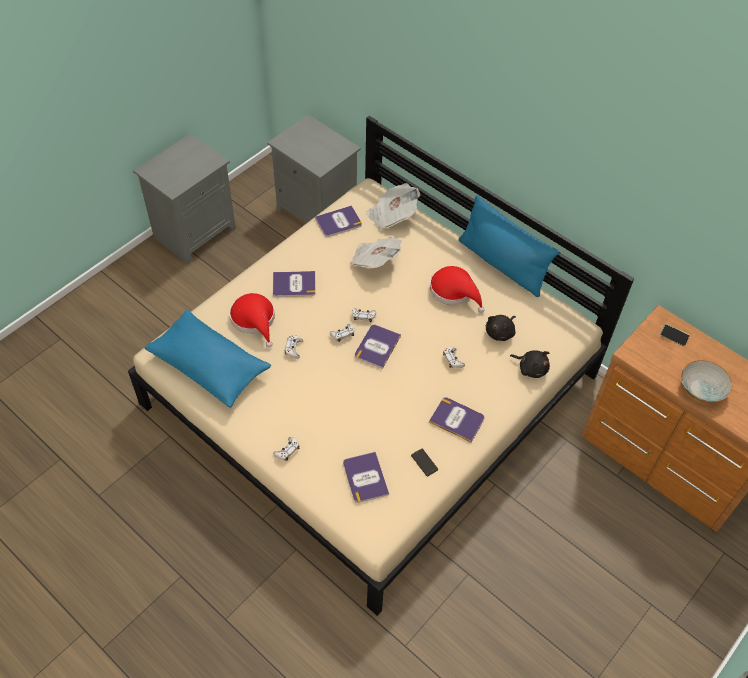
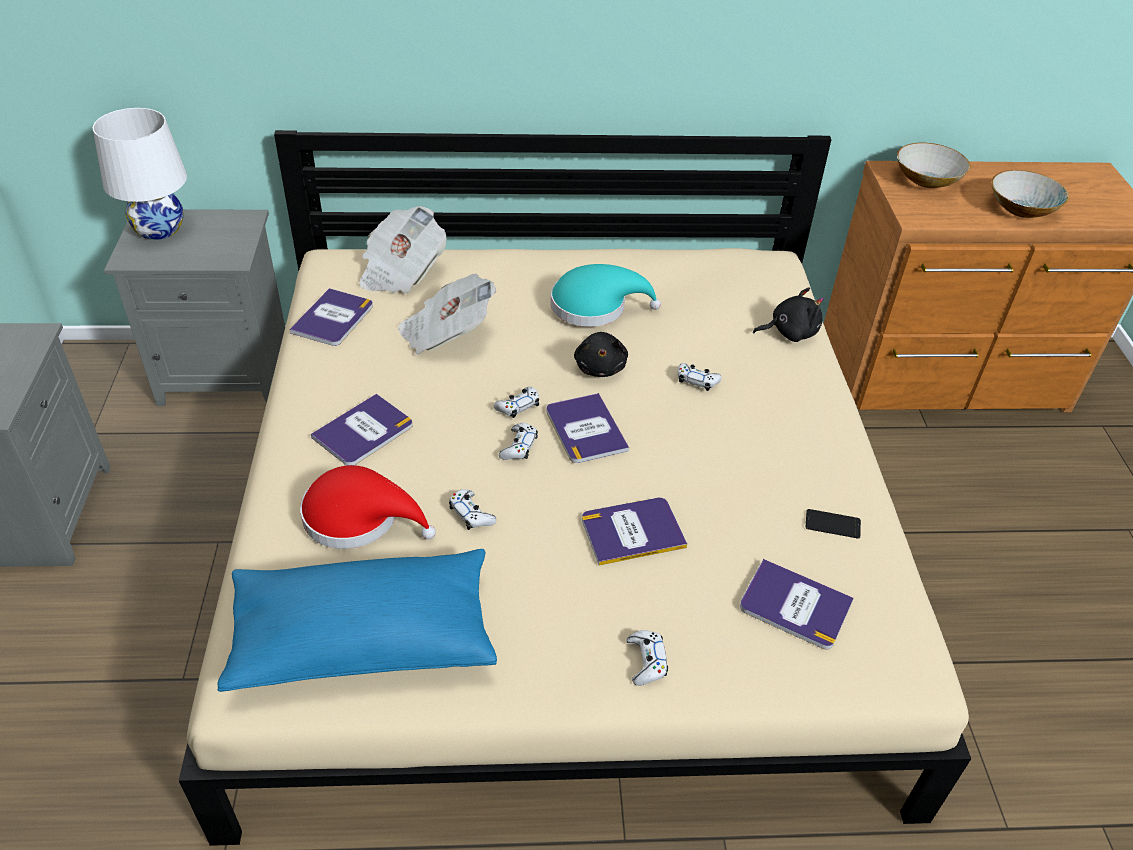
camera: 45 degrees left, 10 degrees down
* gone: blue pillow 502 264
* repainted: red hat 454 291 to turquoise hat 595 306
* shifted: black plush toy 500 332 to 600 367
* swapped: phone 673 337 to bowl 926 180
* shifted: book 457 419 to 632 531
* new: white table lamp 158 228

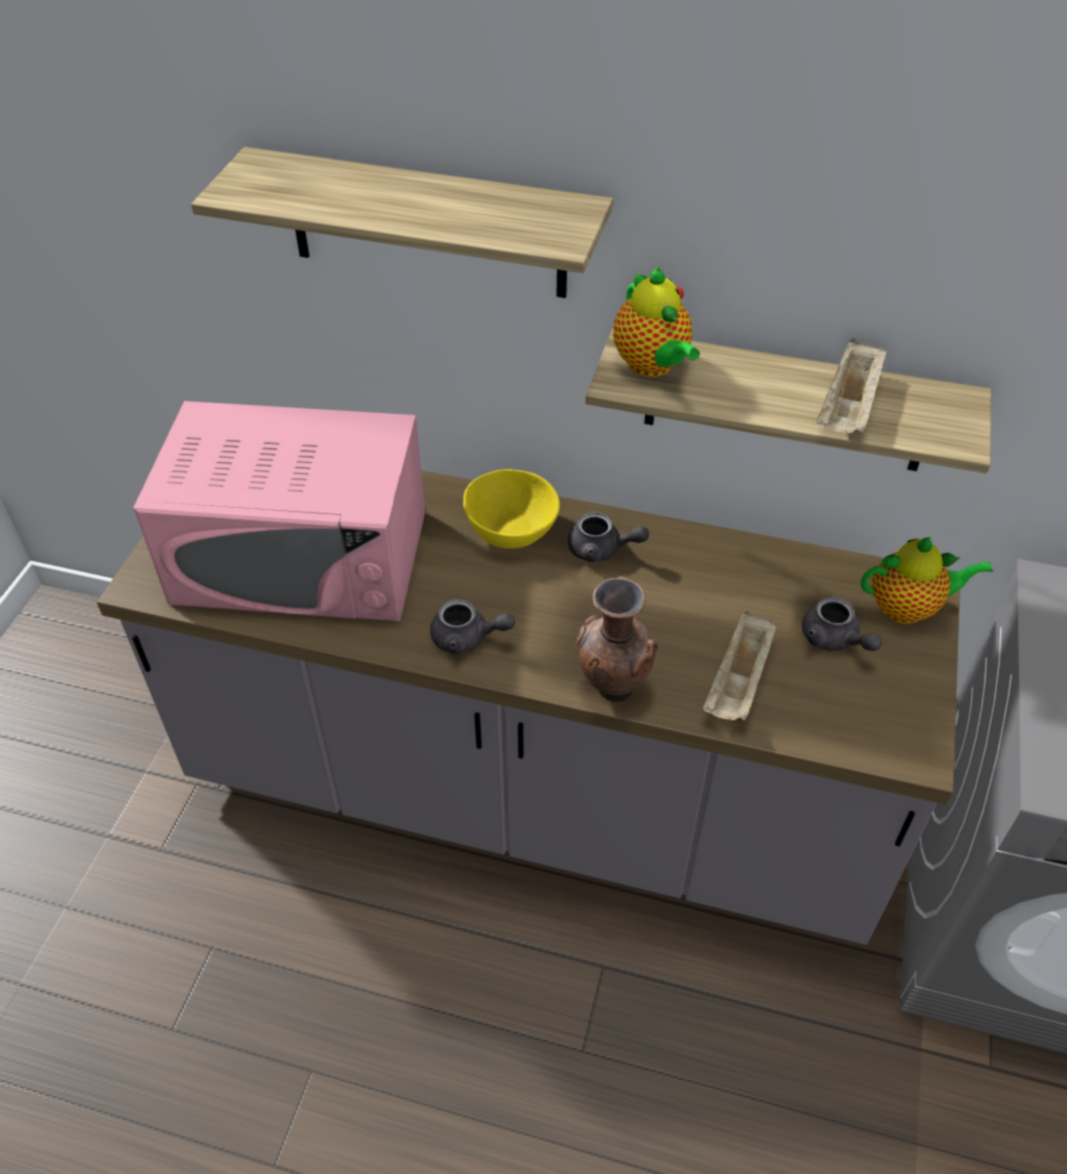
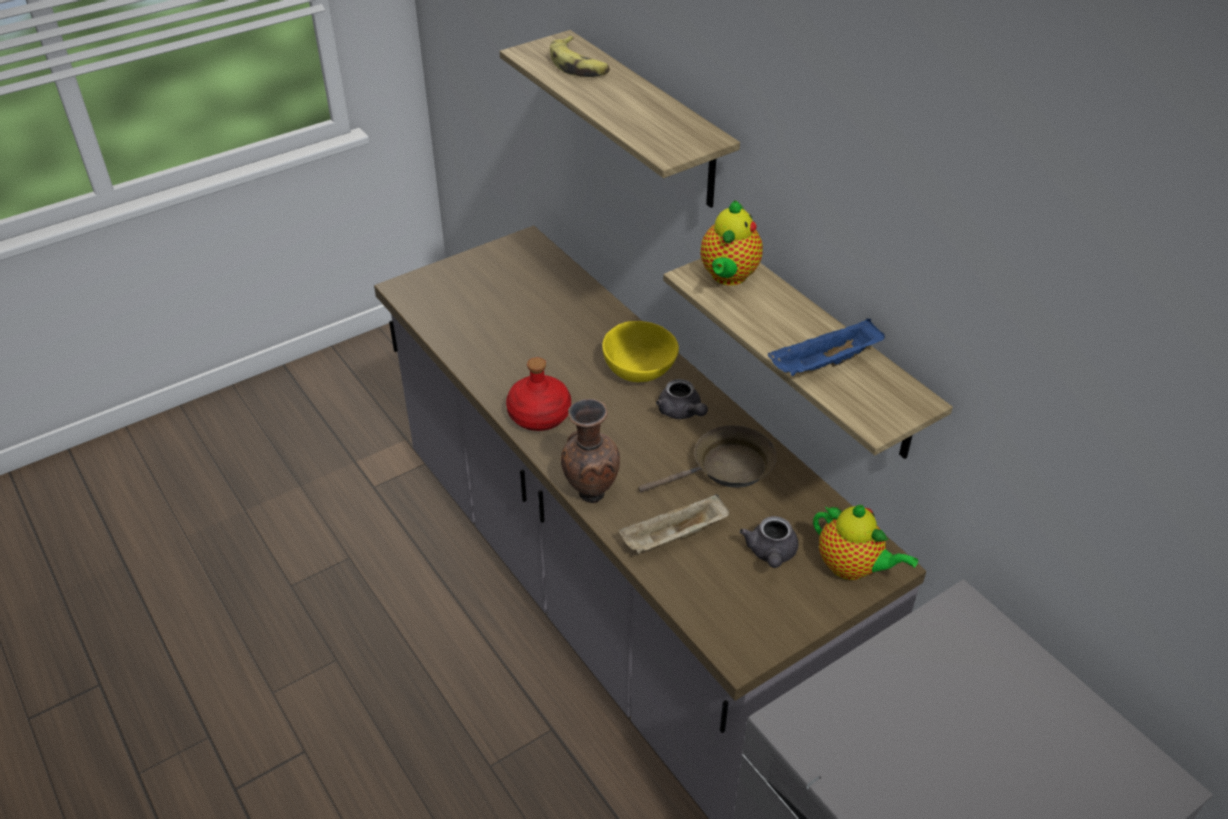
camera: 40 degrees right, 5 degrees down
* repainted: beige tray 848 408 to blue tray 824 365
* gone: pink microwave 302 556
* swapped: grey teapot 467 639 to red bottle 540 415
* new: banana 579 65
* new: brown frying pan 726 468

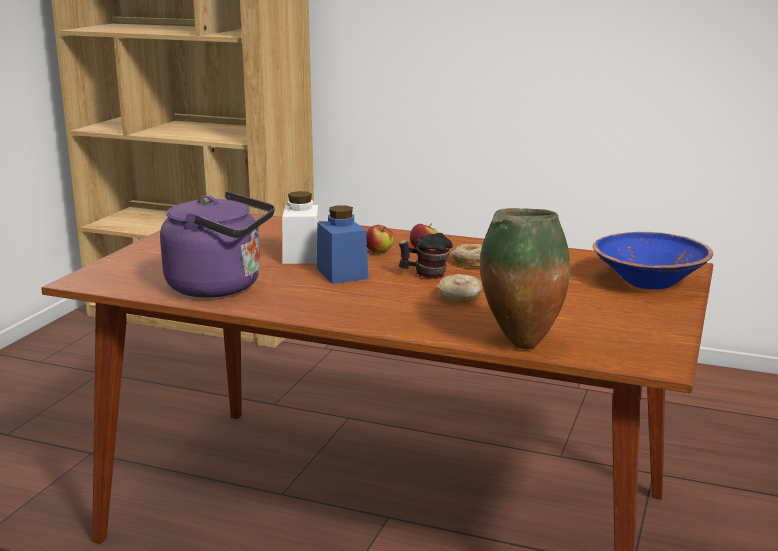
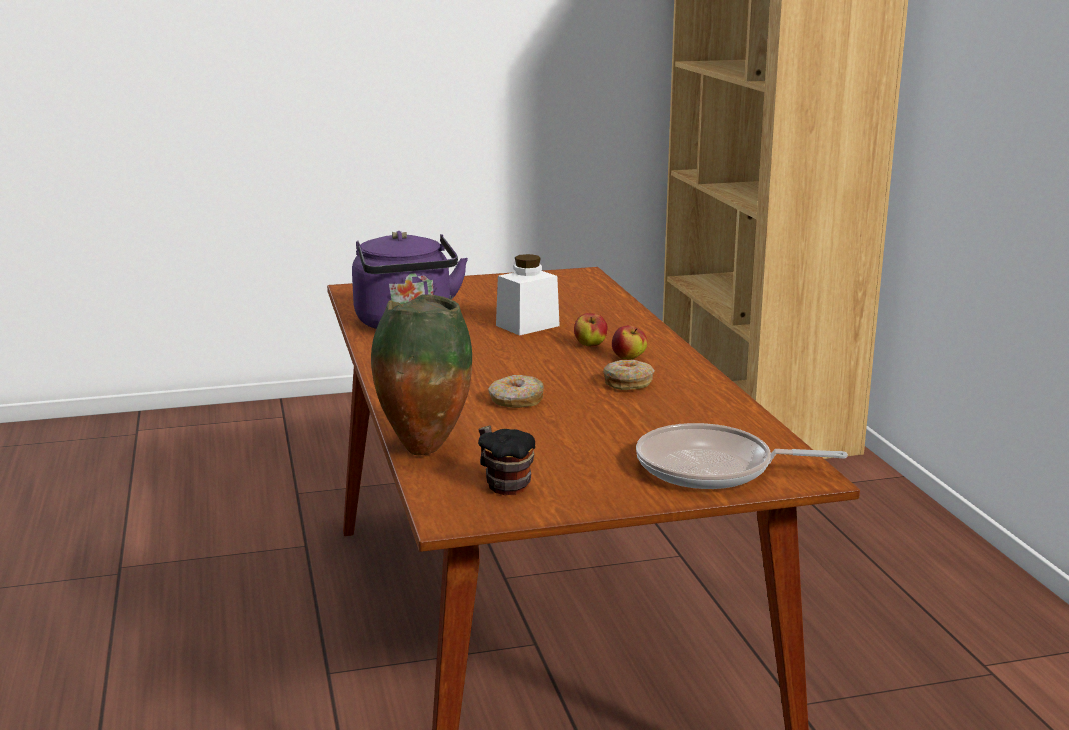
camera: 55 degrees right, 0 degrees up
* gone: blue jar 342 273
* swapped: blue bowl 649 282 to frying pan 712 468
* shifted: mug 425 275 to 504 484

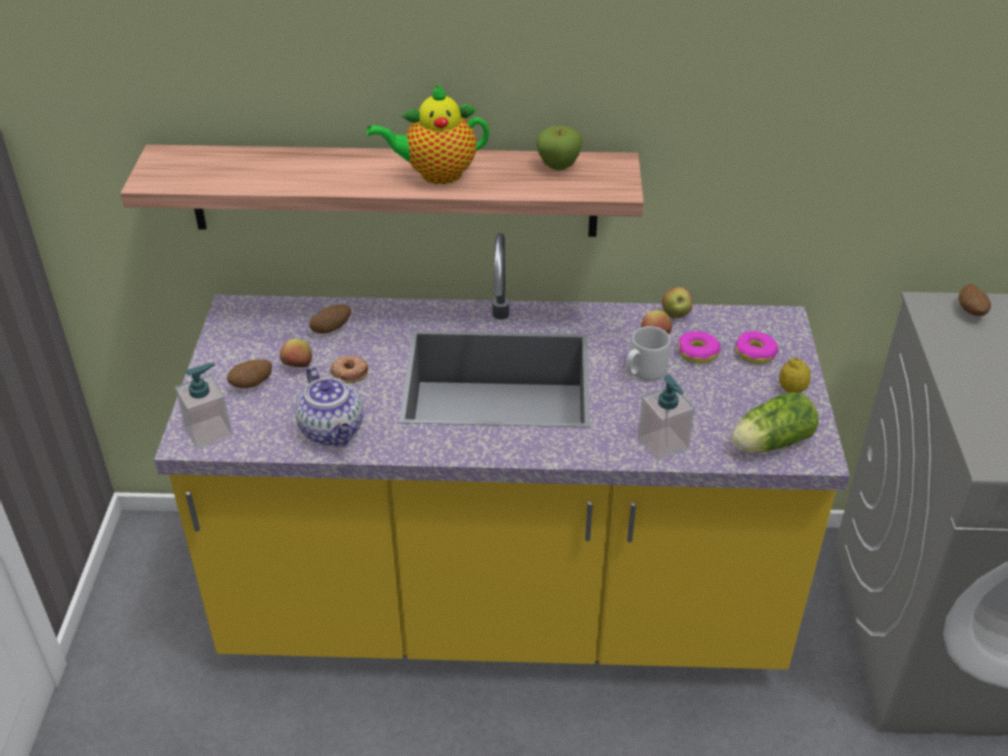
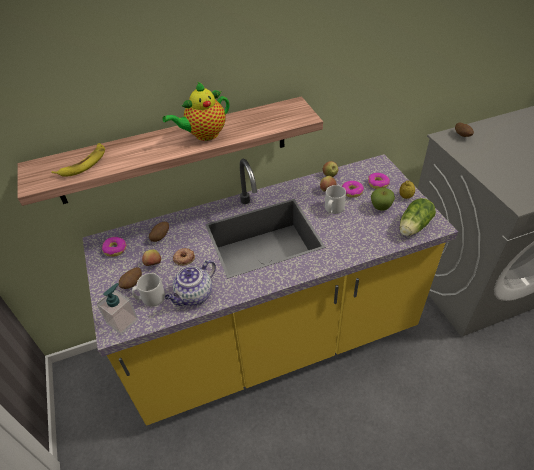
camera: 20 degrees left, 5 degrees up
* shifted: apple 558 166 to 381 207
* rotated: teapot 333 431 = 194 296 90 degrees clockwise
* gone: soap dispenser 663 443
* new: banana 84 163
* new: donut 115 249
* new: grey mug 150 298

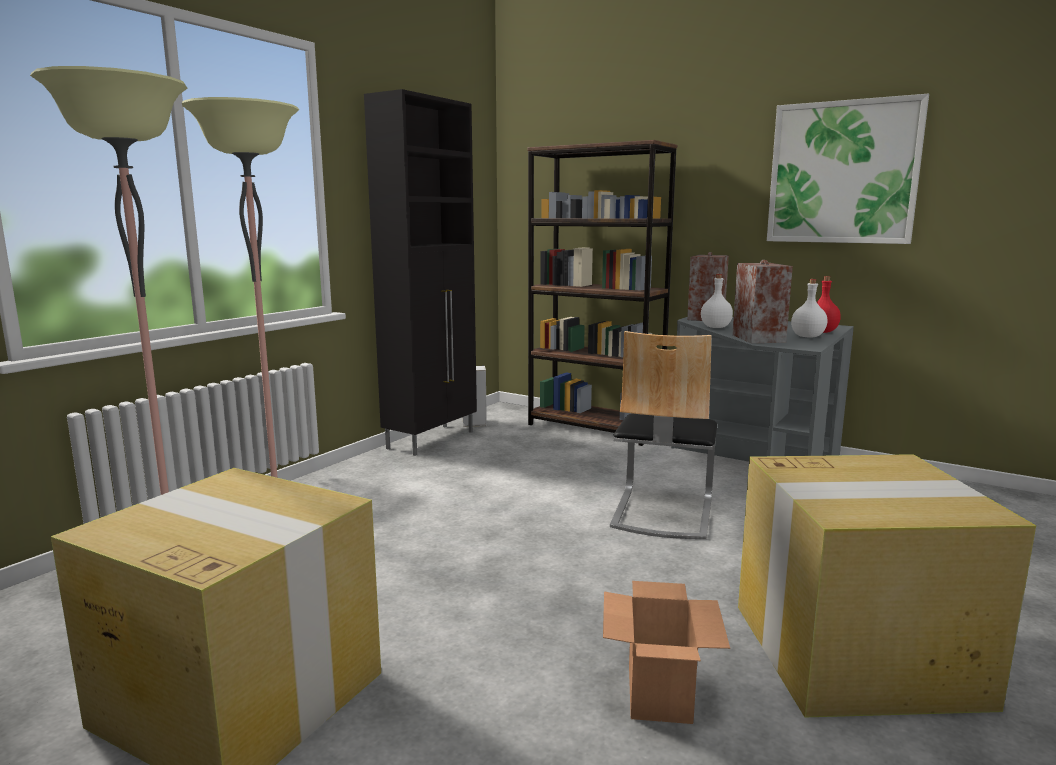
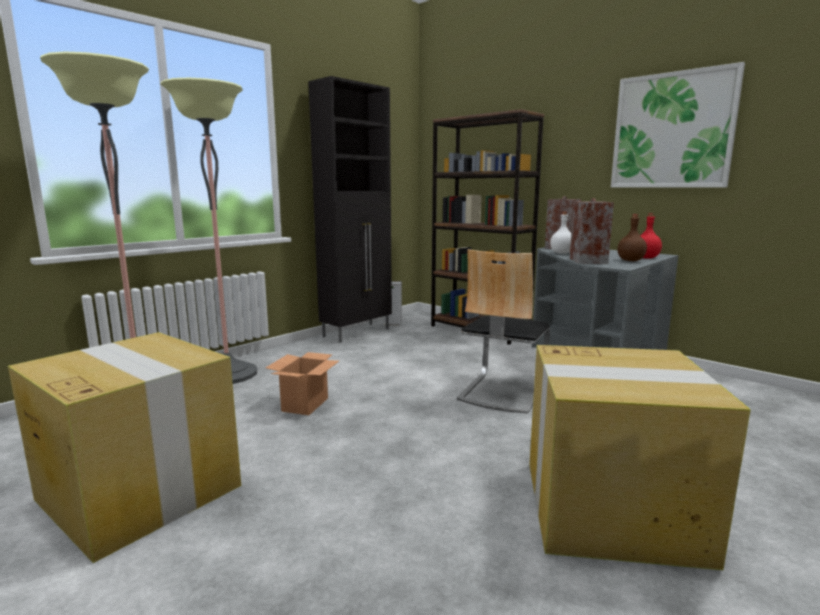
camera: 10 degrees right, 0 degrees up
* repainted: white bottle 807 336 to brown bottle 630 260
* shifted: cardboard box 658 692 to 305 404

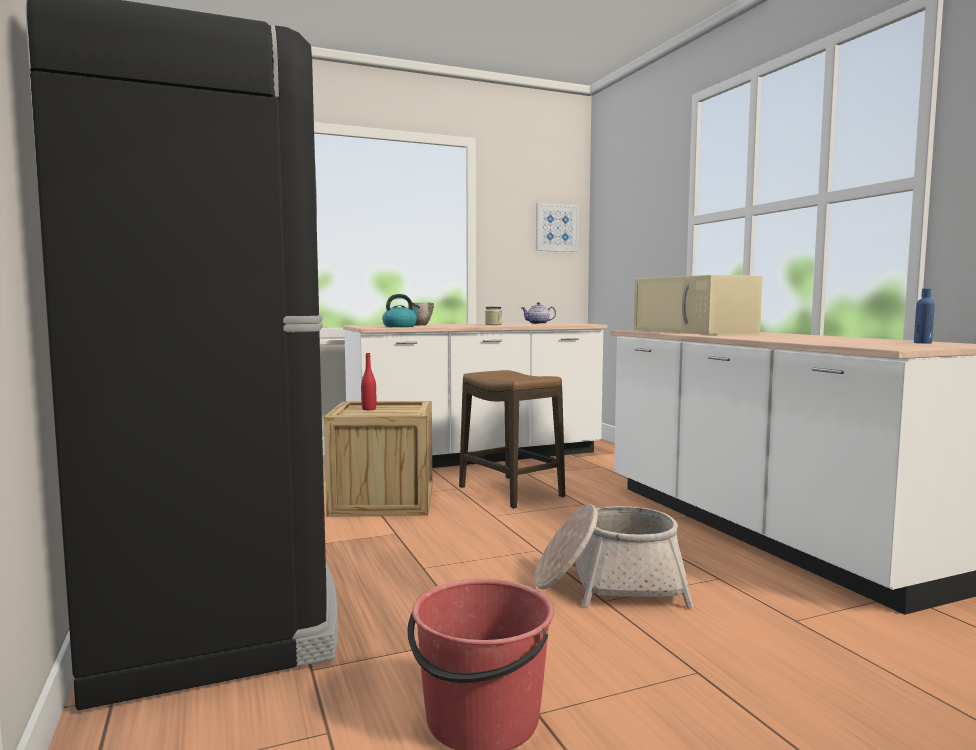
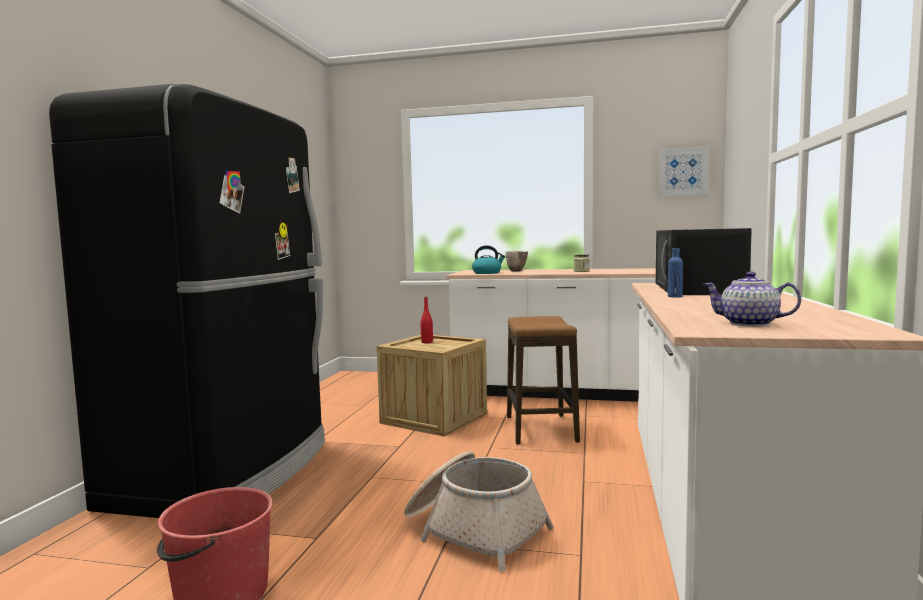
camera: 35 degrees right, 0 degrees up
* repainted: beige microwave 694 331 to black microwave 697 288
* shifted: blue bottle 922 343 to 675 296
* shifted: teapot 538 323 to 750 323

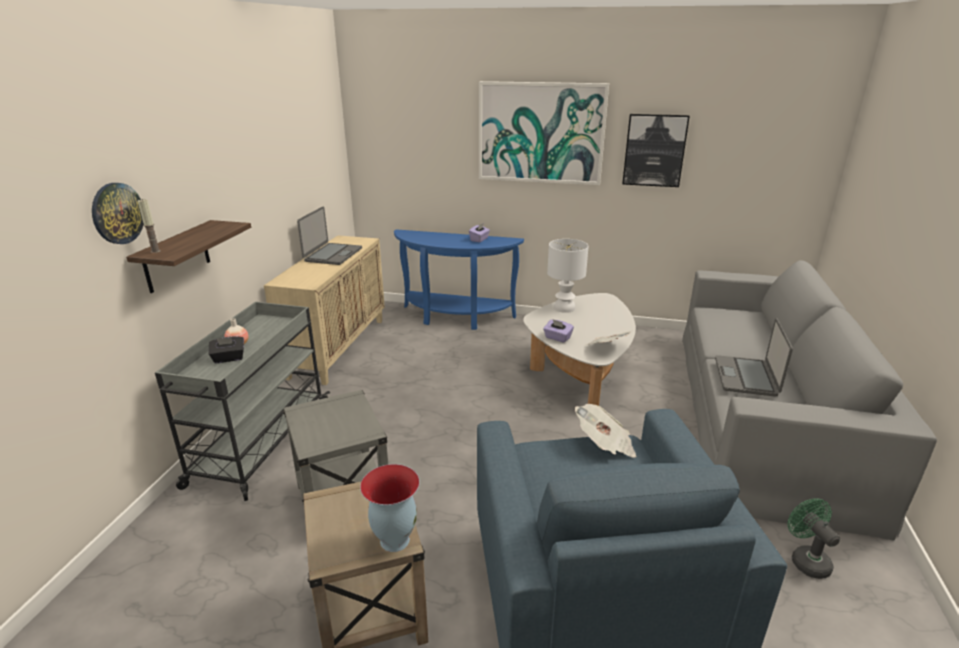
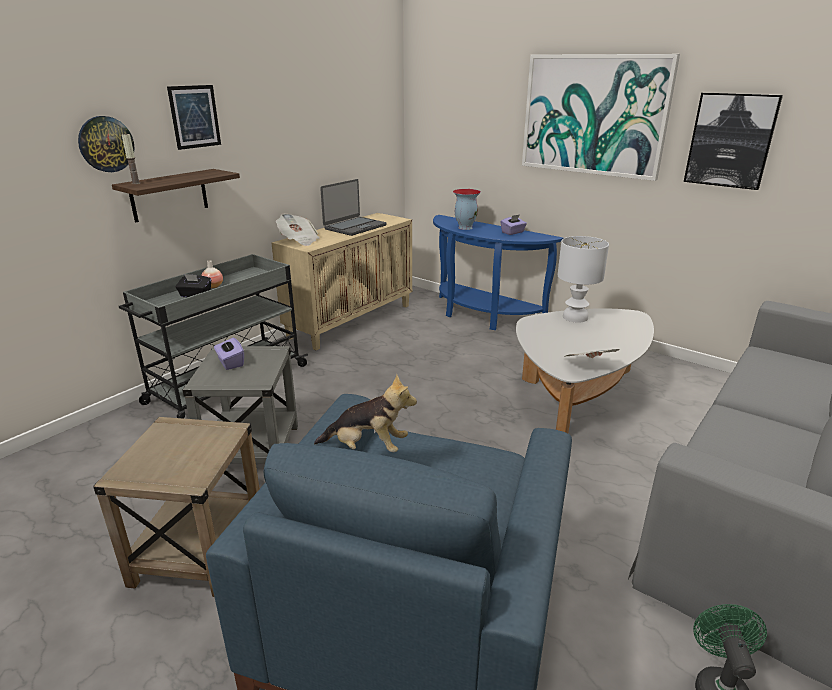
camera: 25 degrees right, 0 degrees up
* gone: laptop 746 377
* shifted: purple tissue box 557 338 to 230 363
* shifted: newspaper 605 444 to 299 241
* shifted: vase 394 540 to 465 227
* new: picture 194 117
* new: plush toy 367 447

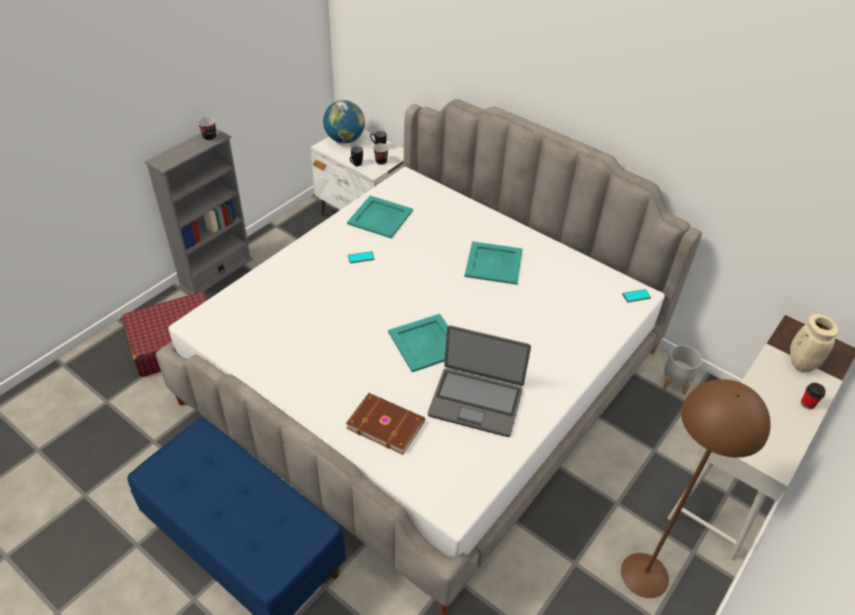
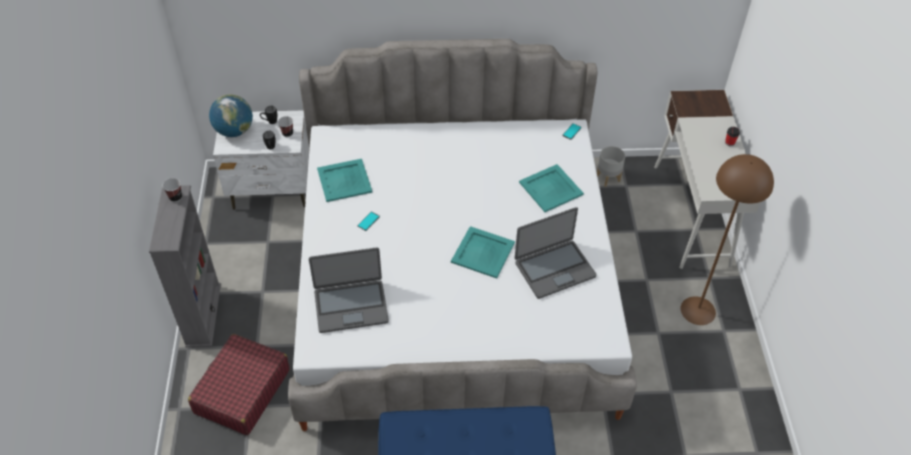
camera: 40 degrees left, 5 degrees up
* shifted: turquoise tray 494 263 to 551 188
* gone: beige vase 799 363
* gone: brown book 385 424
* new: laptop 351 306

